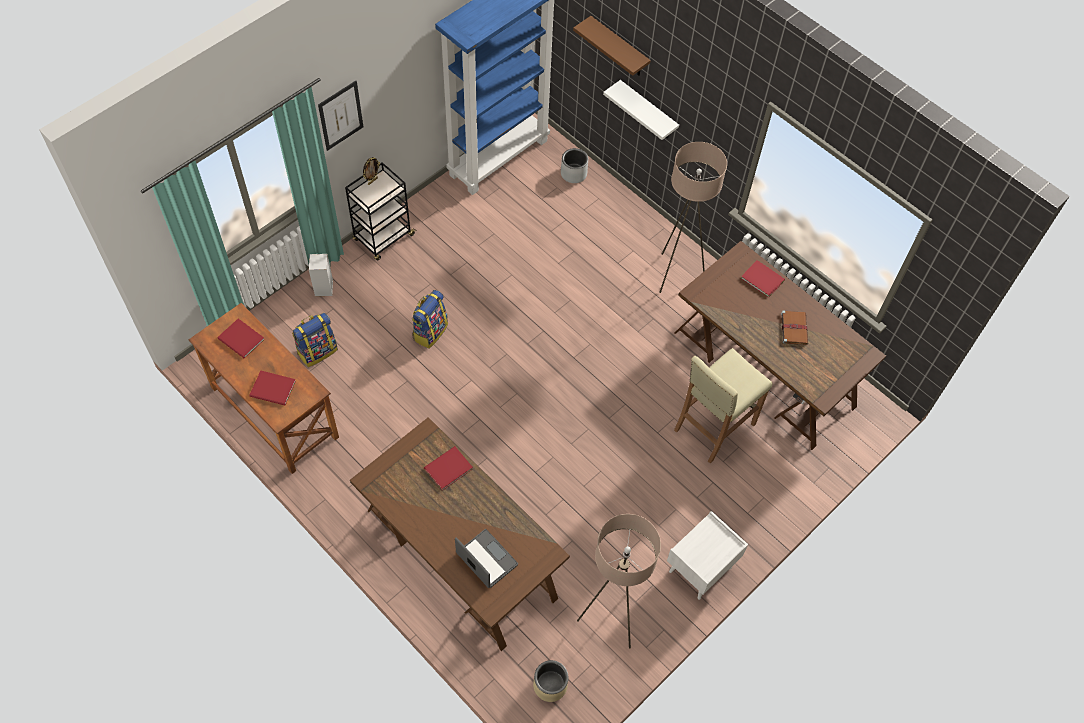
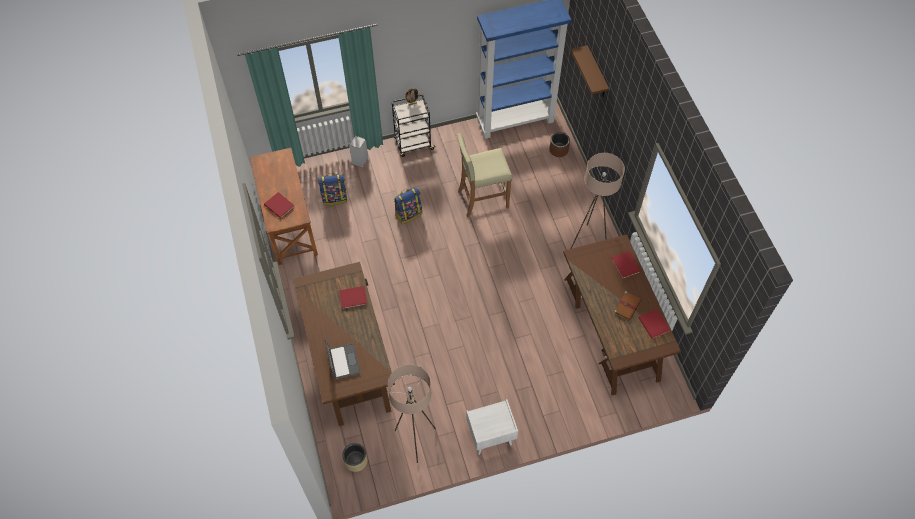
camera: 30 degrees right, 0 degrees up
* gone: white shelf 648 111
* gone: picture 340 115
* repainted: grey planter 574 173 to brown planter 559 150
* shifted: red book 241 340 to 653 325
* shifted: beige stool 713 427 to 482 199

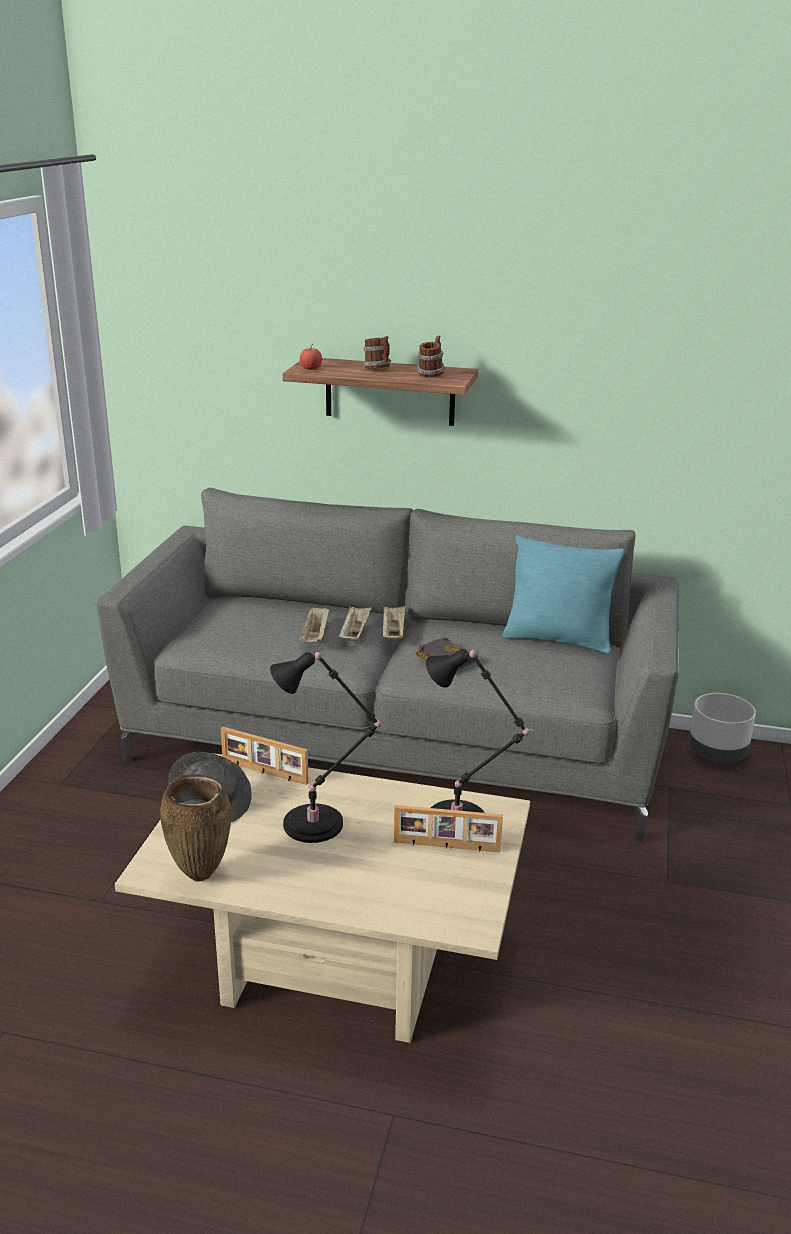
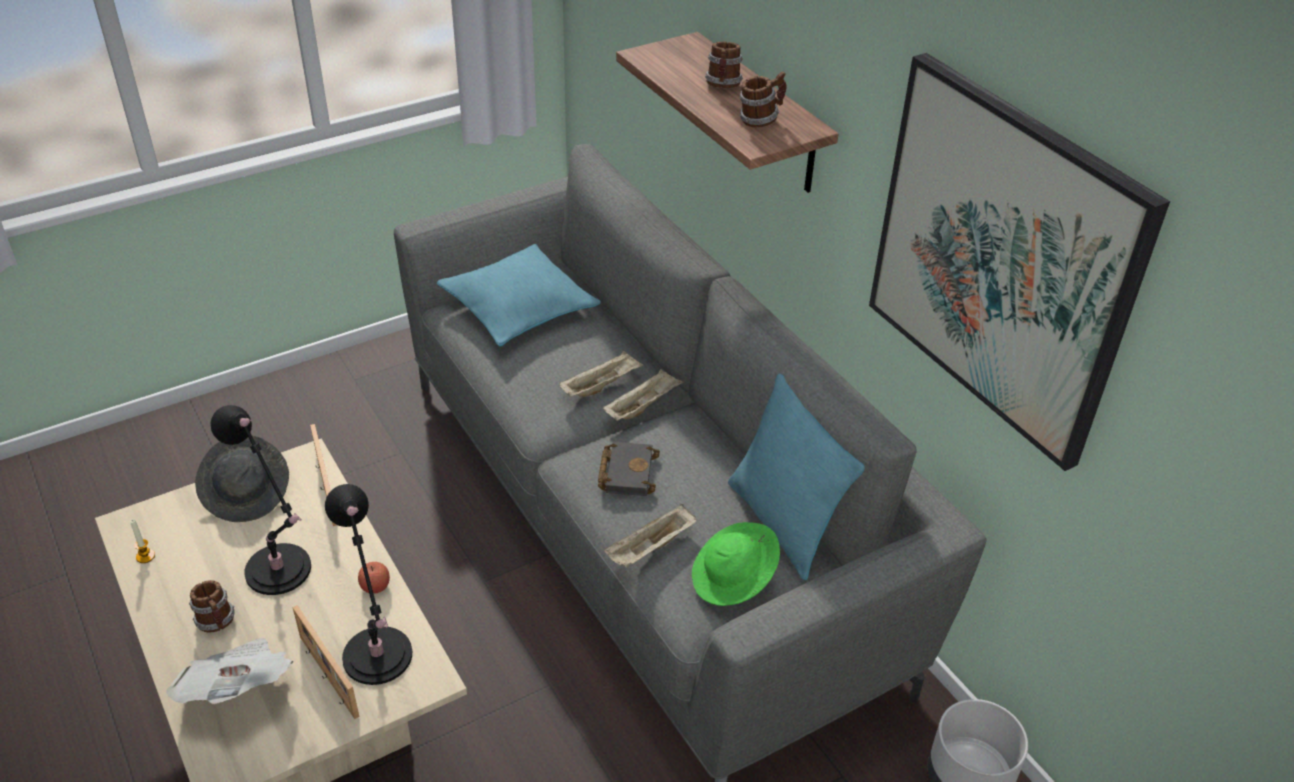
camera: 45 degrees right, 15 degrees up
* shifted: apple 311 368 to 375 586
* shifted: beige tray 315 636 to 651 549
* swapped: brown vase 202 875 to candle 145 556
* new: picture 1002 259
* new: turquoise pillow 519 308
* new: green hat 734 579
* new: mug 217 622
* new: newspaper 239 689

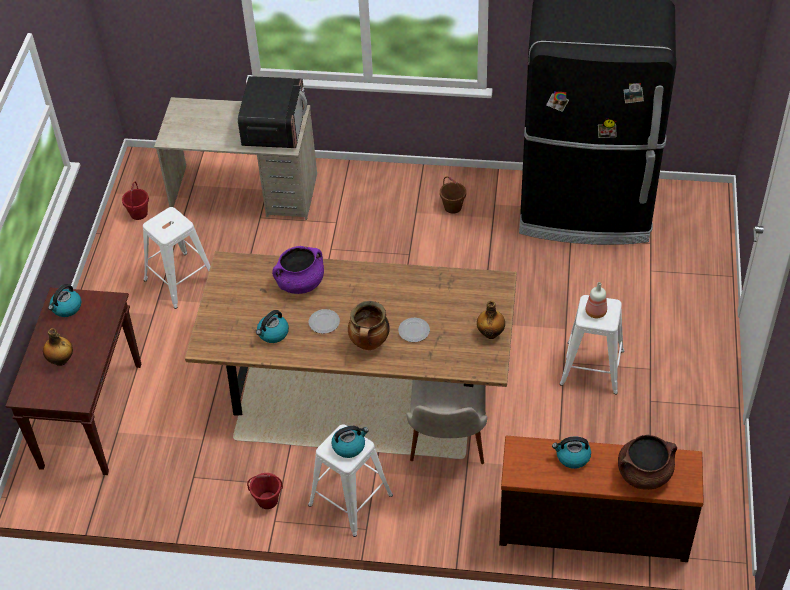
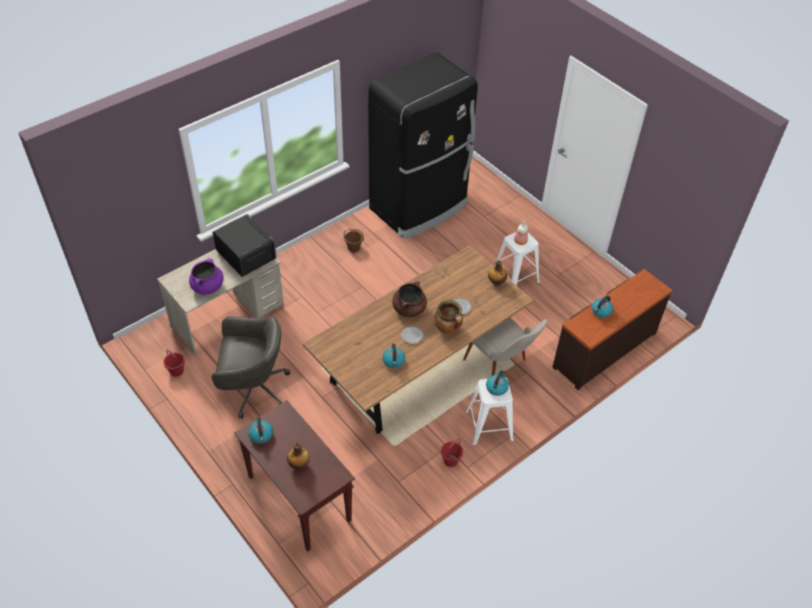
camera: 50 degrees left, 0 degrees up
* swapped: white stool 180 280 to grey office chair 253 389
* shifted: purple cooking pot 300 283 to 208 287
* shifted: brown cooking pot 644 473 to 409 309

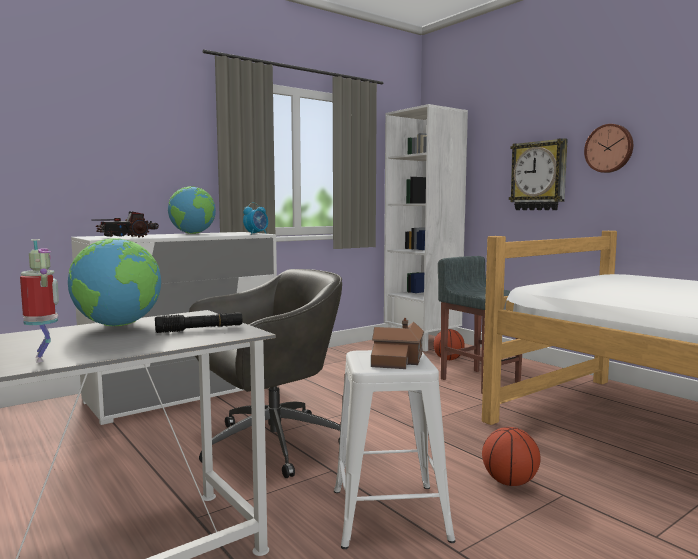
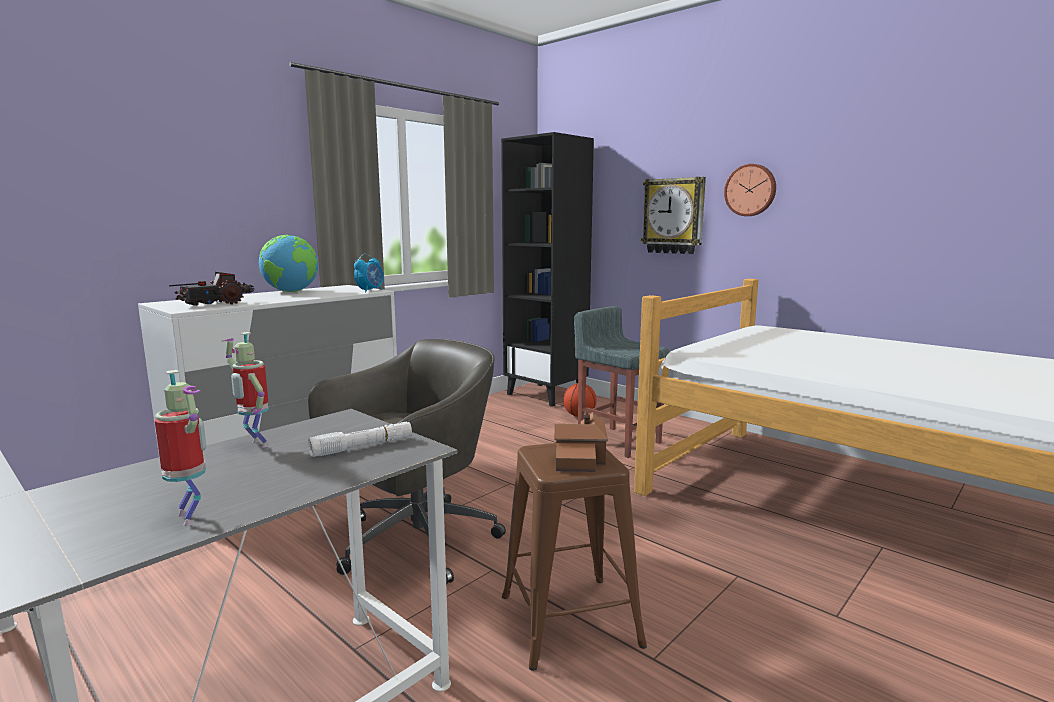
camera: 10 degrees left, 5 degrees up
* repainted: white bookcase 422 342 to black bookcase 546 395
* swapped: globe 119 325 to toy robot 255 445
* repainted: black flashlight 200 329 to white flashlight 363 447
* repainted: white stool 389 514 to brown stool 569 619
* gone: basketball 509 482

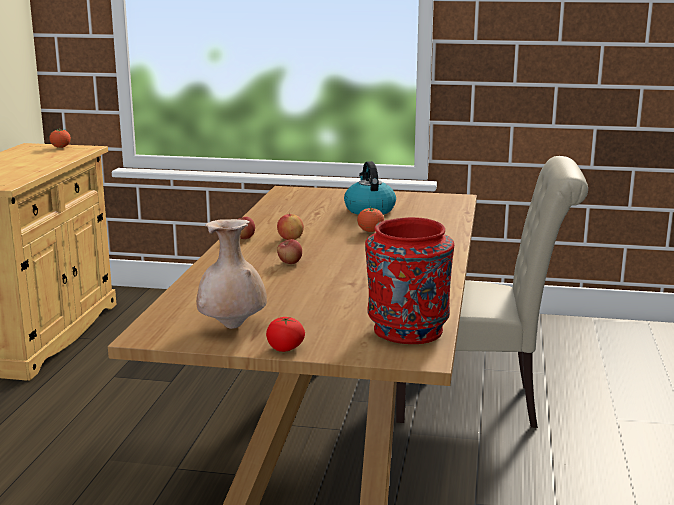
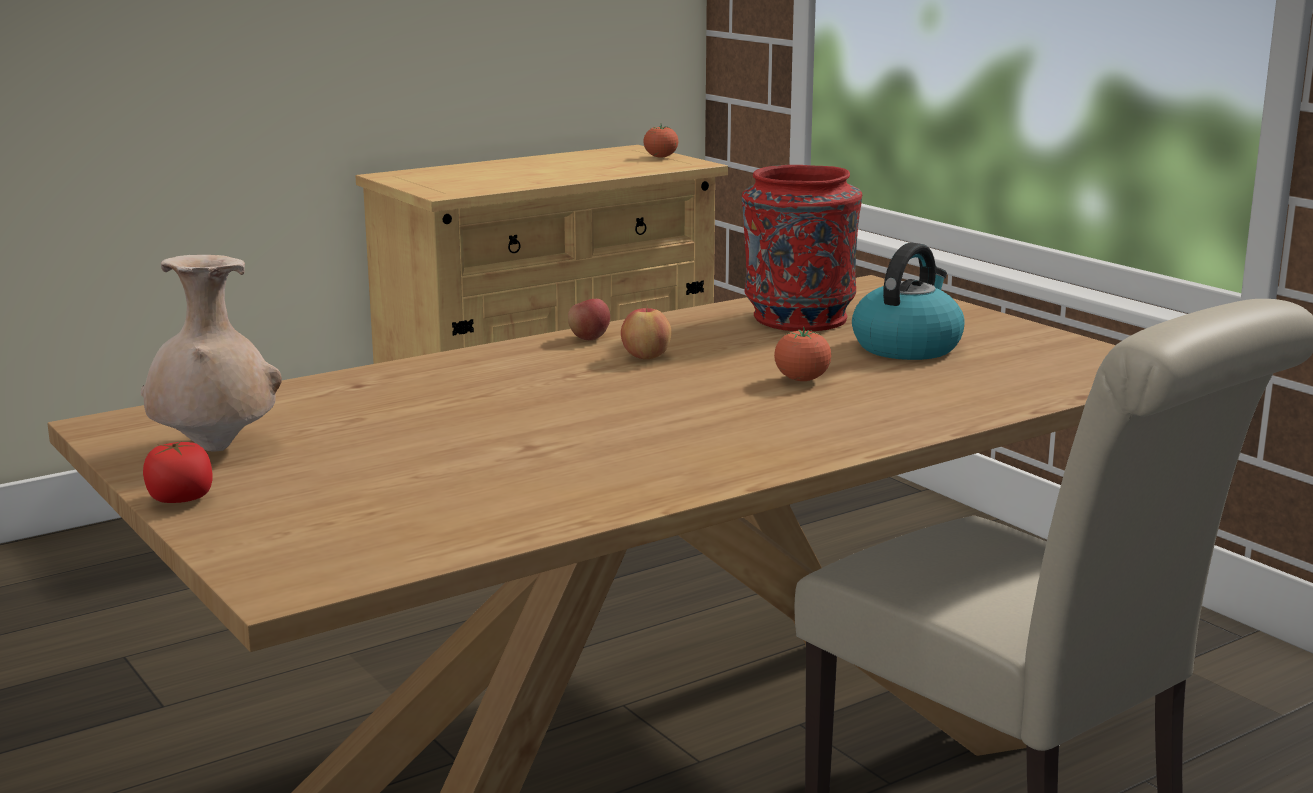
camera: 45 degrees right, 0 degrees up
* shifted: red vase 407 331 to 797 319
* gone: apple 290 262

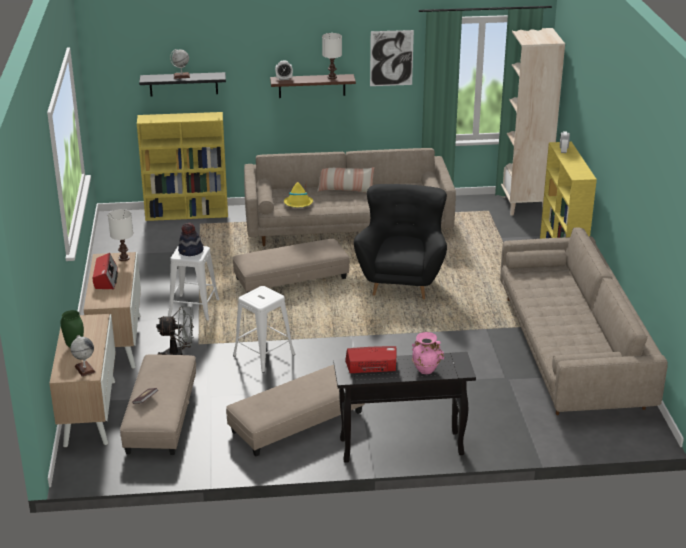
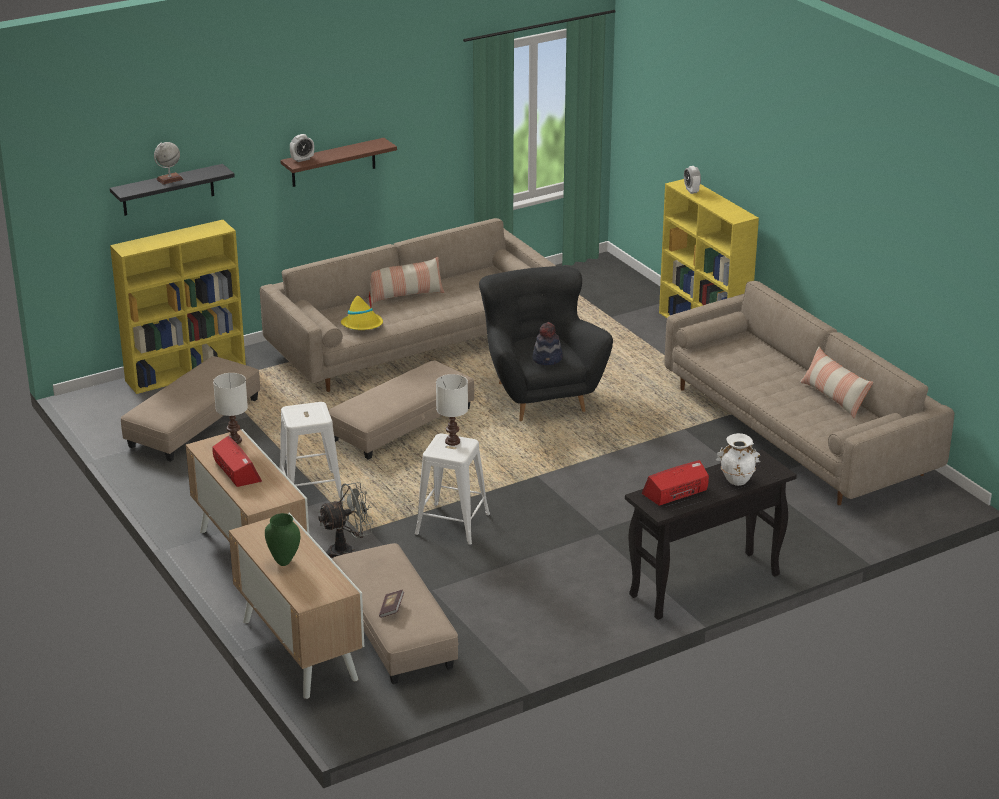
camera: 25 degrees left, 0 degrees up
* gone: beige bookcase 524 205
* gone: picture 391 58
* shifted: white table lamp 332 77 to 452 442
* shifted: hat 191 251 to 548 359
* repainted: pink vase 426 369 to white vase 736 480
* gone: globe 84 369
* shifted: beige ottoman 296 422 to 193 423
* new: pillow 833 398

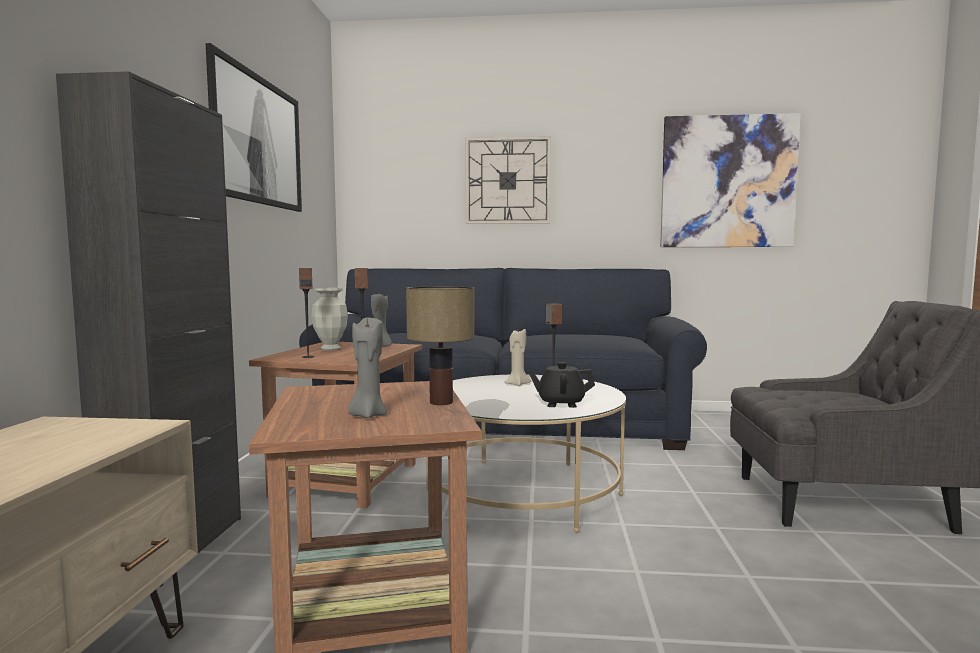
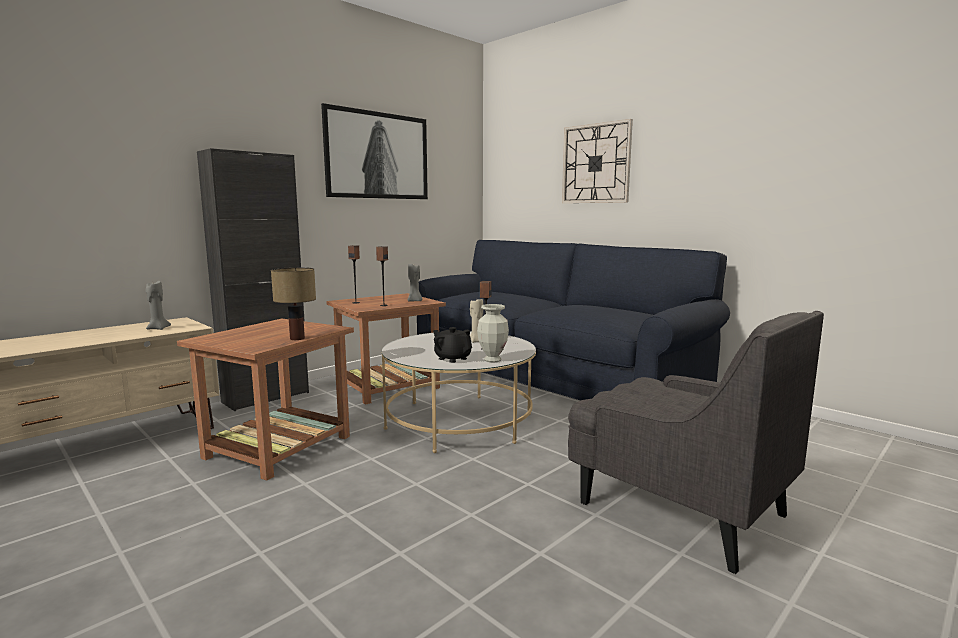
camera: 40 degrees right, 5 degrees up
* gone: picture 727 182
* shifted: vase 330 349 to 492 360
* shifted: grey candle 368 415 to 158 328

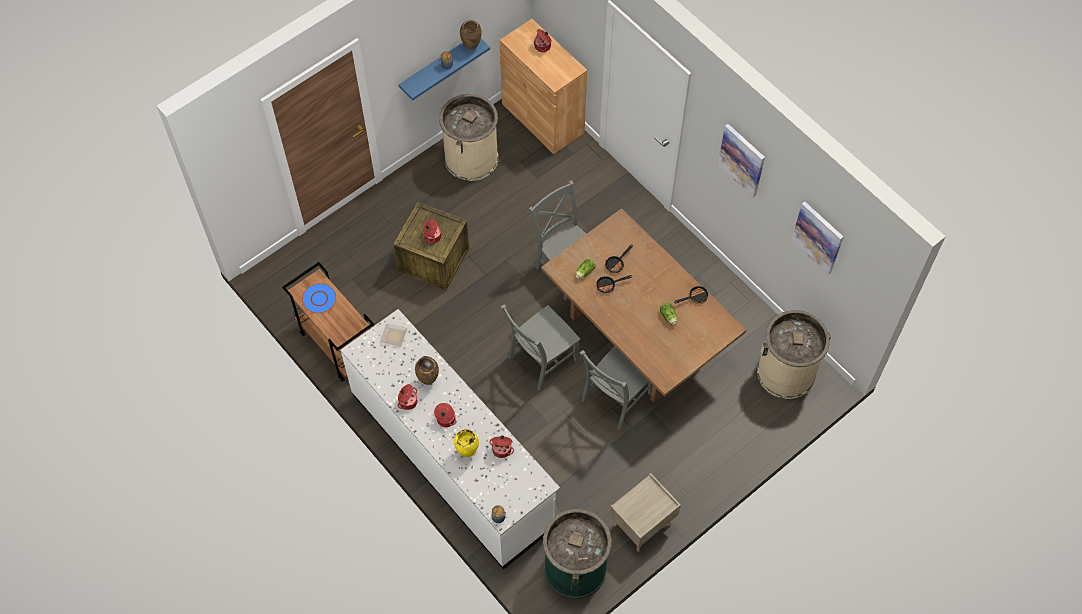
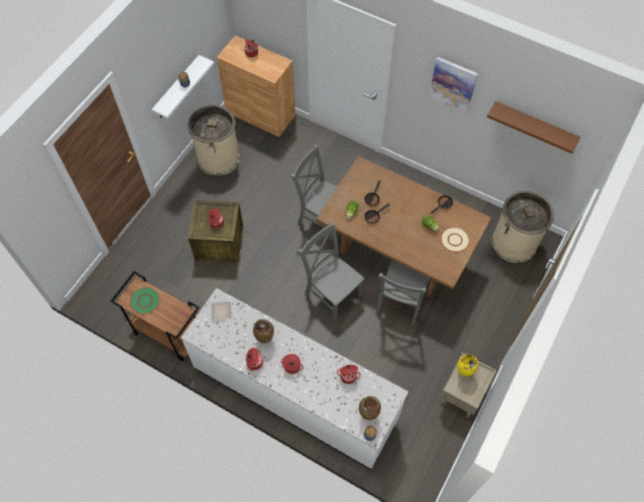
camera: 20 degrees left, 0 degrees up
* shifted: brown vase 471 47 to 368 414
* repainted: blue shelf 438 66 to white shelf 177 88
* swapped: picture 818 237 to brown shelf 534 126
* repainted: blue plate 319 298 to green plate 145 300
* rotated: grey chair 540 360 = 331 292 105 degrees clockwise
* shifted: yellow vase 467 453 to 464 372
* gone: green trash can 575 568
* new: beige plate 454 240

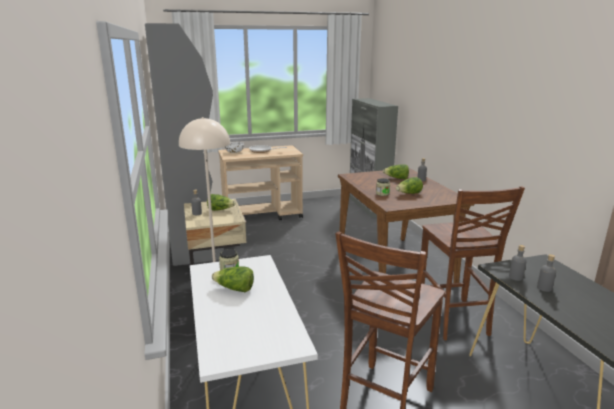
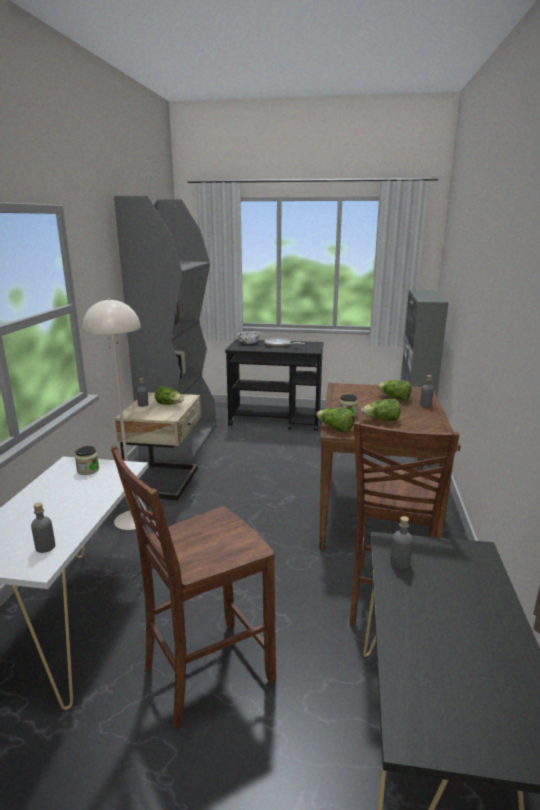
camera: 25 degrees right, 0 degrees up
* repainted: beige cart 262 215 to black cart 276 420
* shifted: grey bottle 544 288 to 45 547
* shifted: lettuce 235 289 to 335 428

